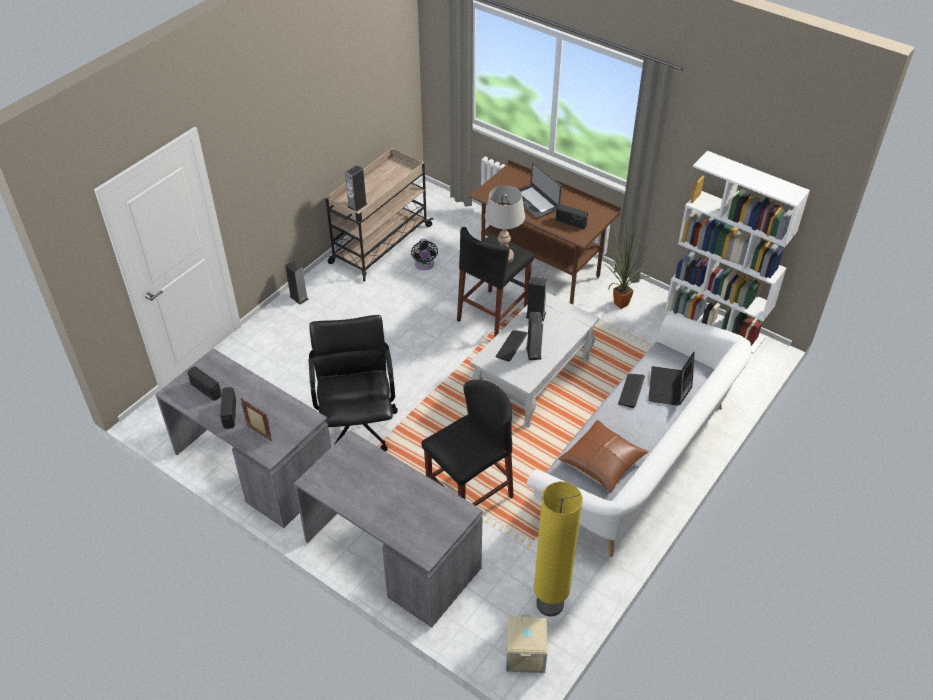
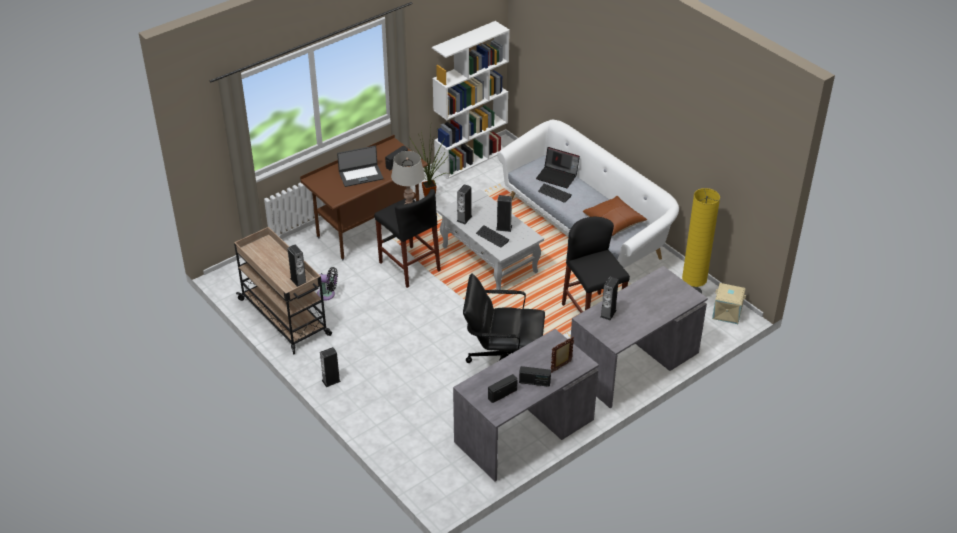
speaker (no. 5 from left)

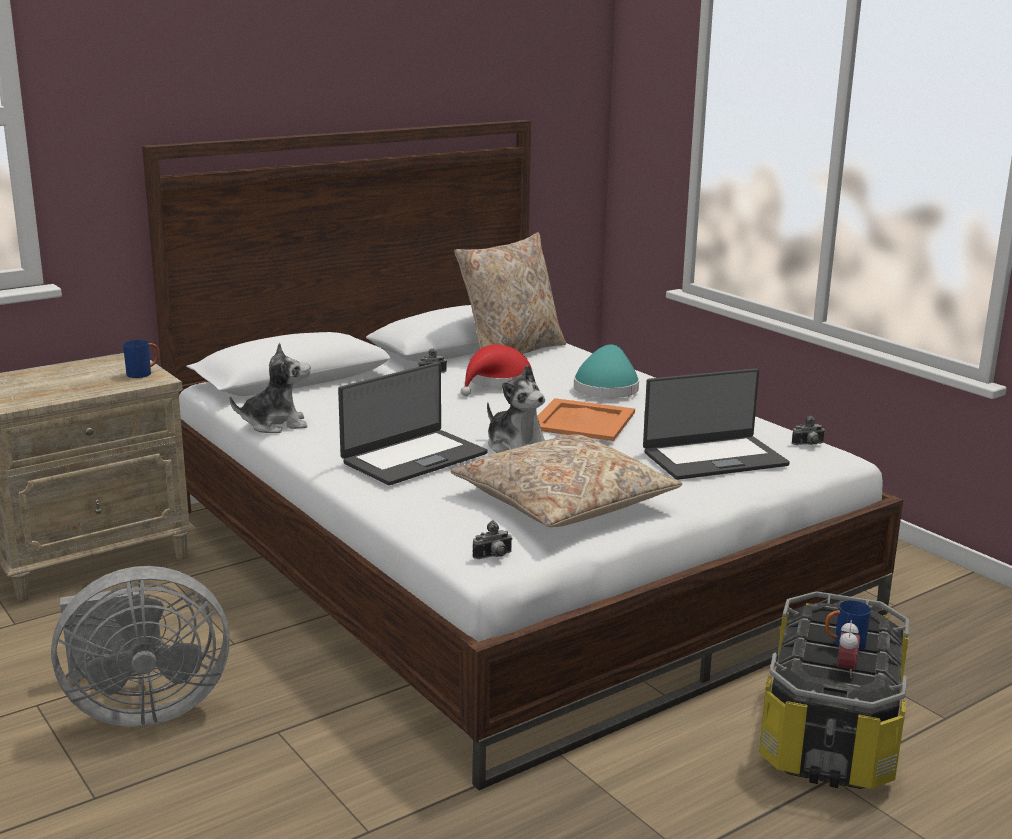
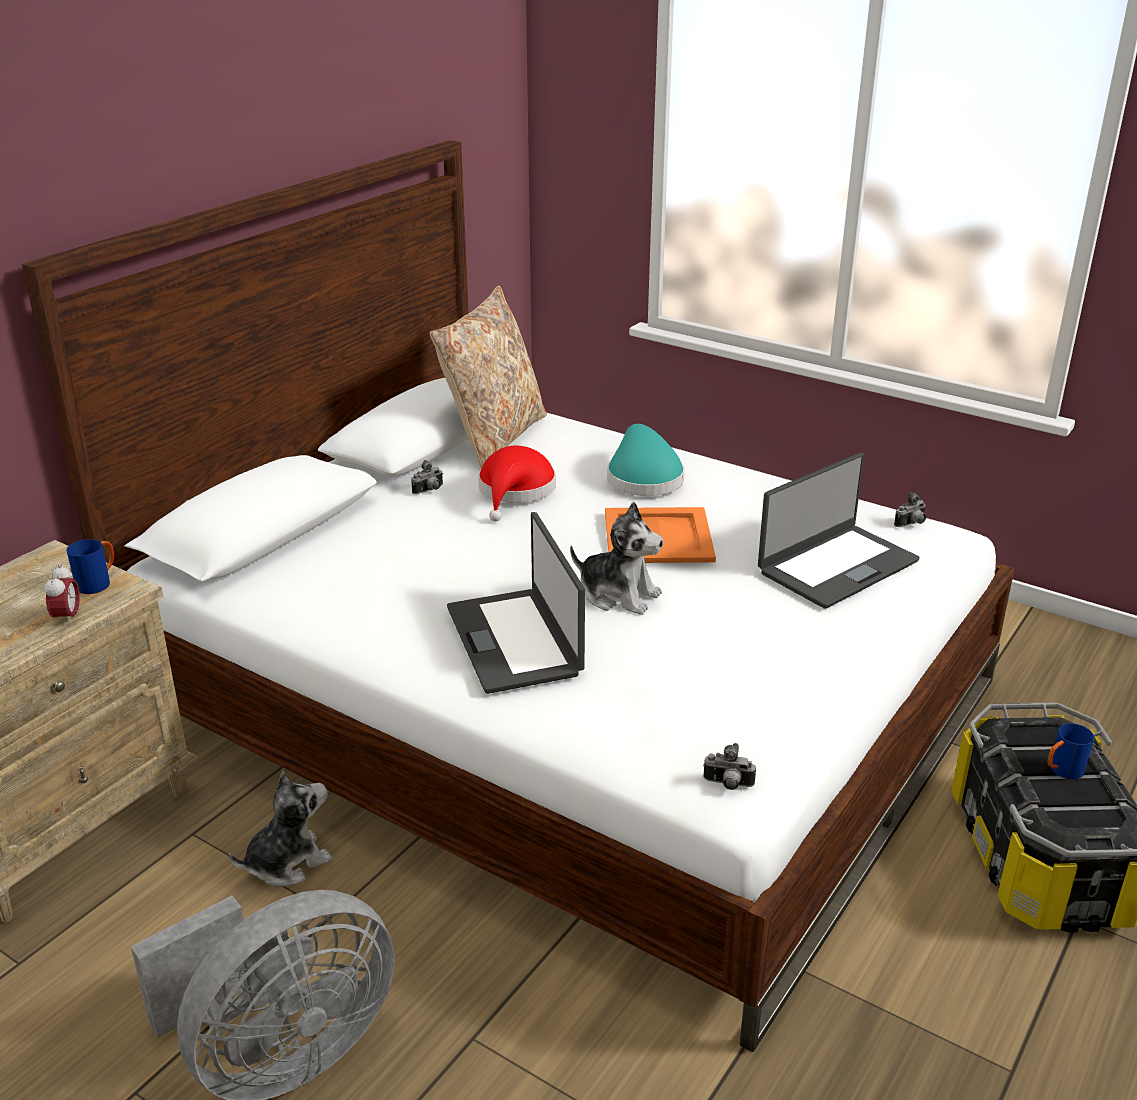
alarm clock; plush toy (no. 1 from left); laptop (no. 1 from left); photo camera (no. 2 from left); pillow in beige (no. 2 from left in the first image)

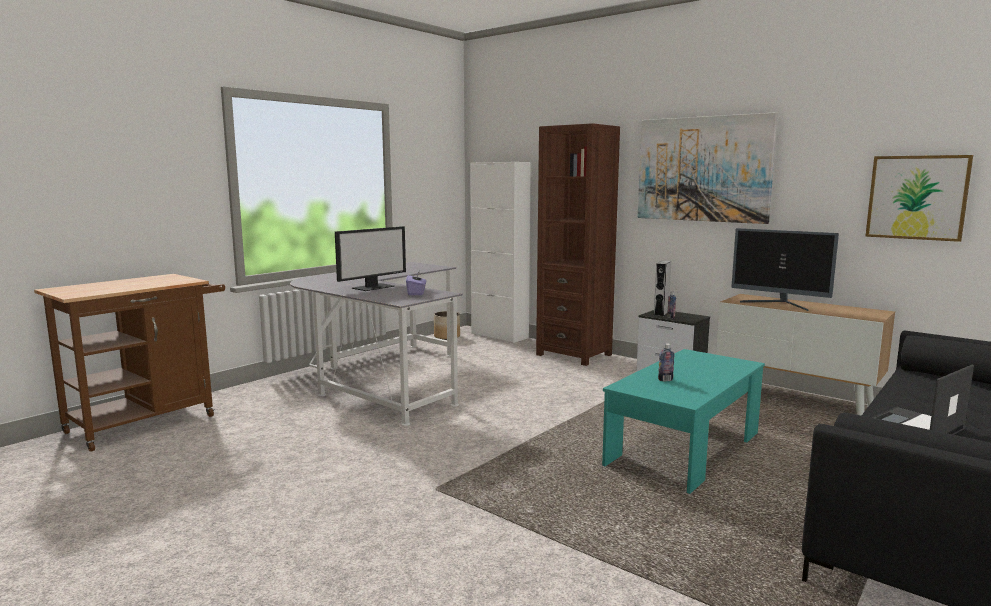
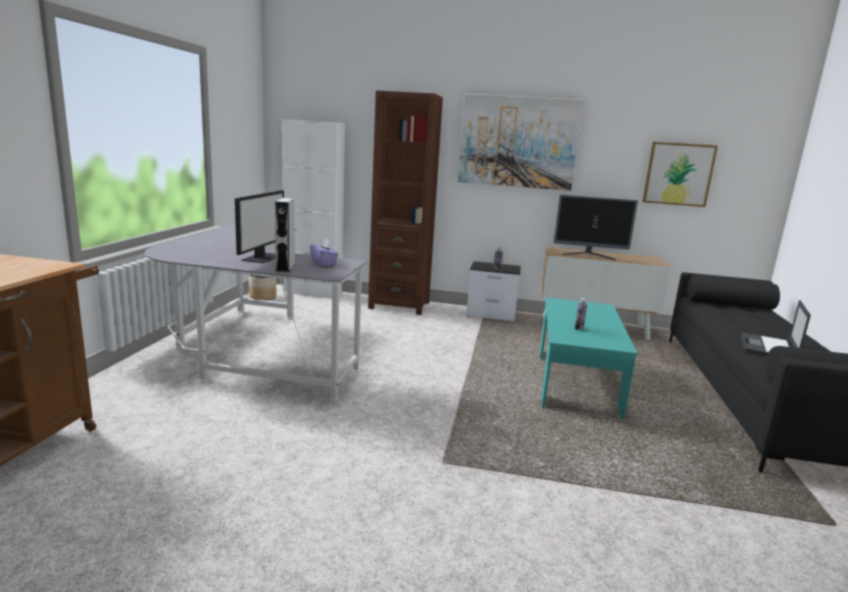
speaker in grey

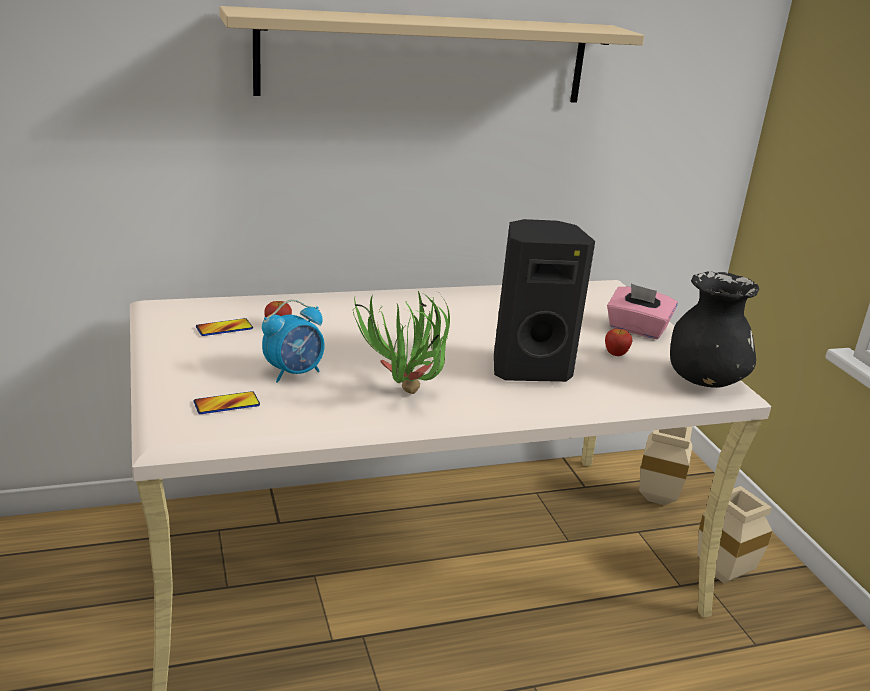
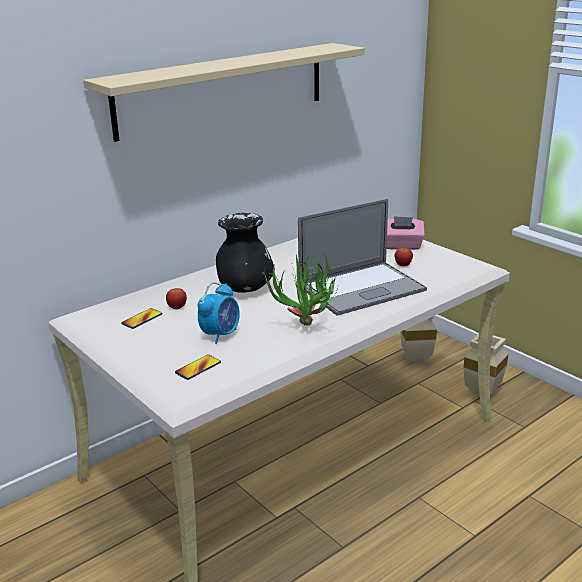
vase in black; laptop

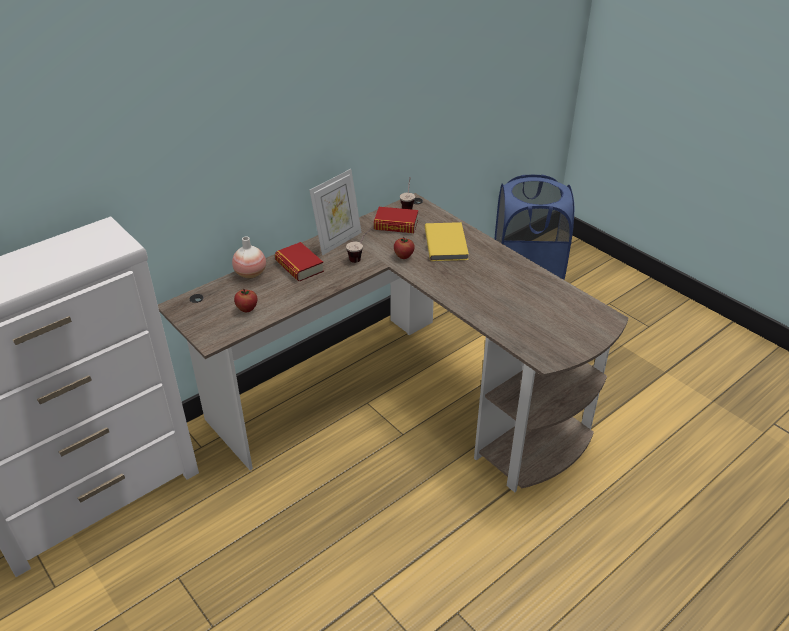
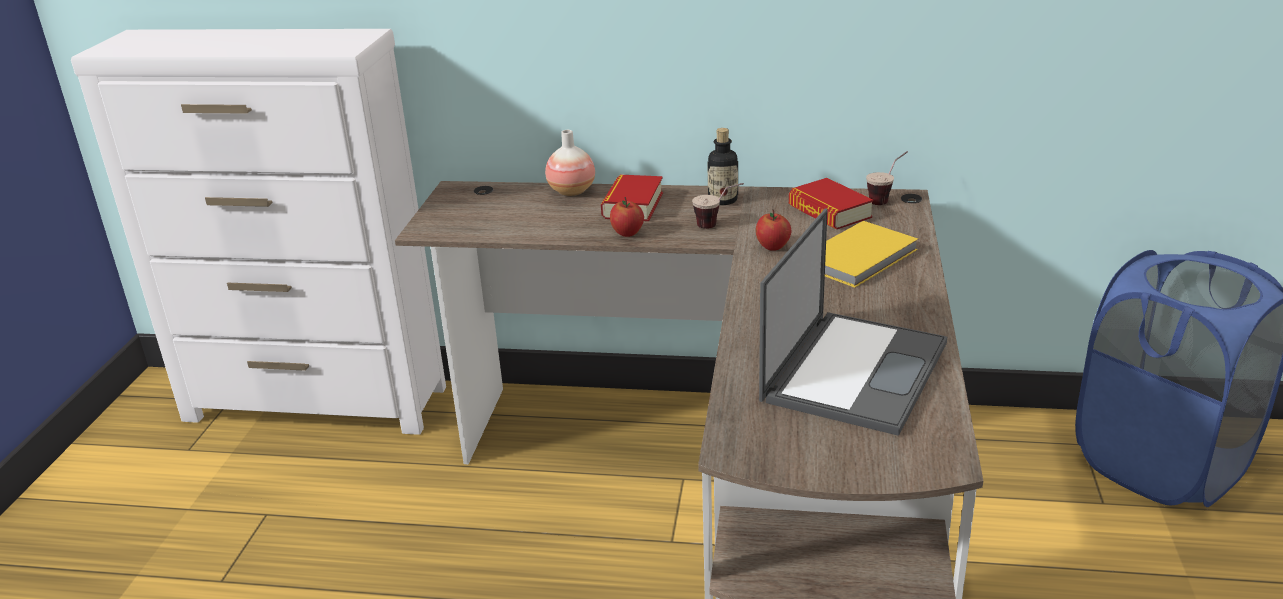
apple (no. 1 from left); bottle; laptop

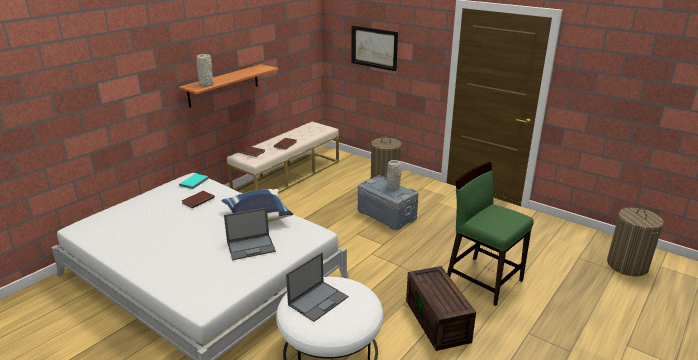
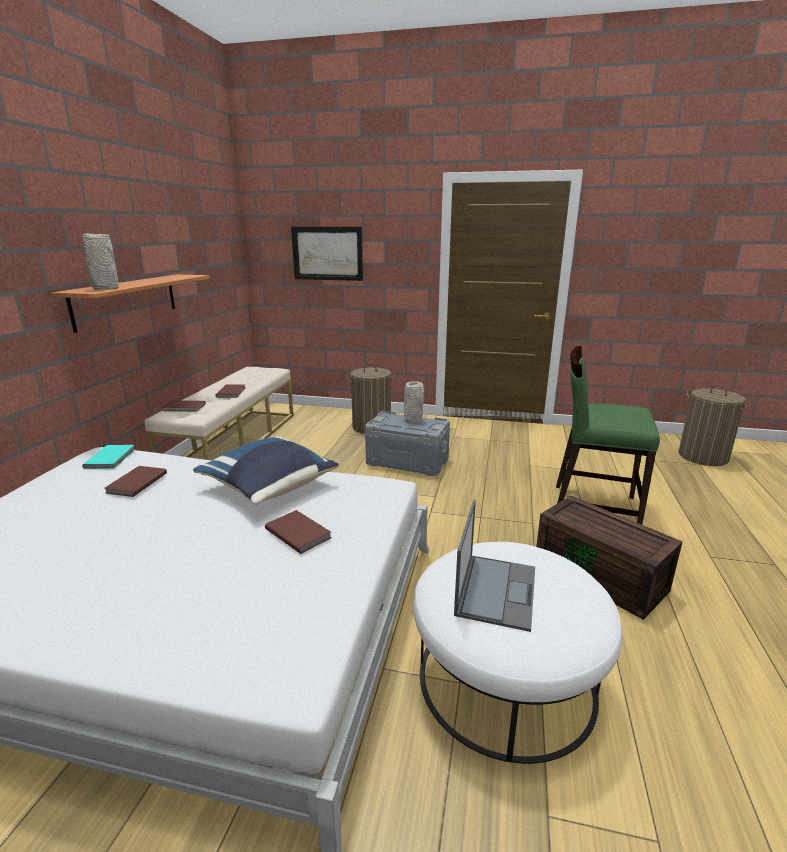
book in brown (no. 4 from left)

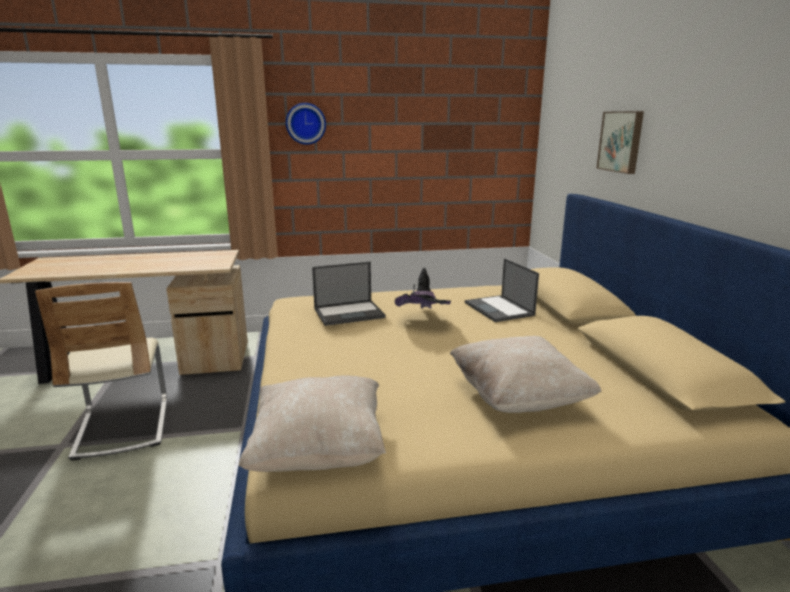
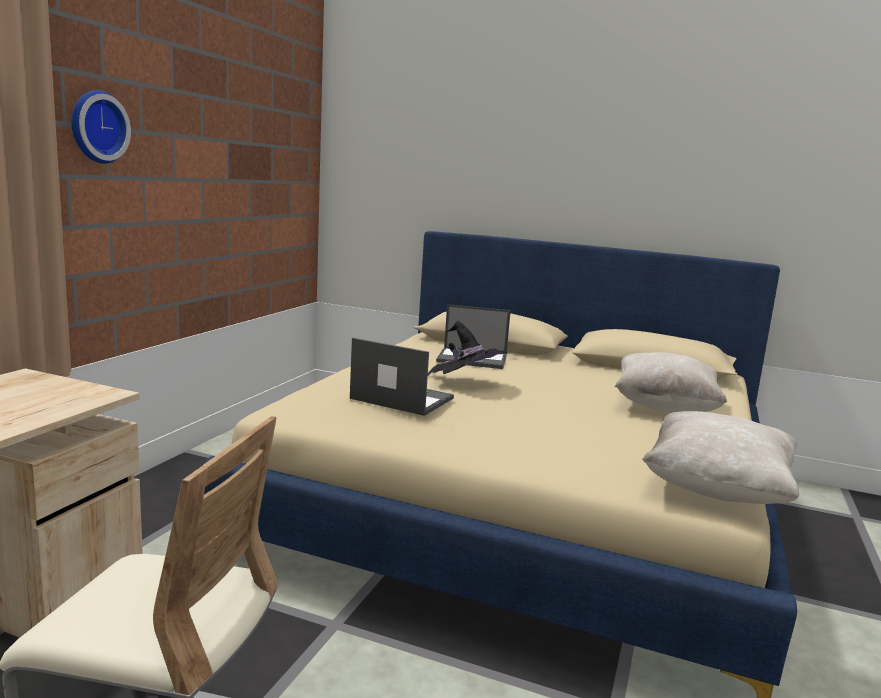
laptop (no. 1 from left); picture

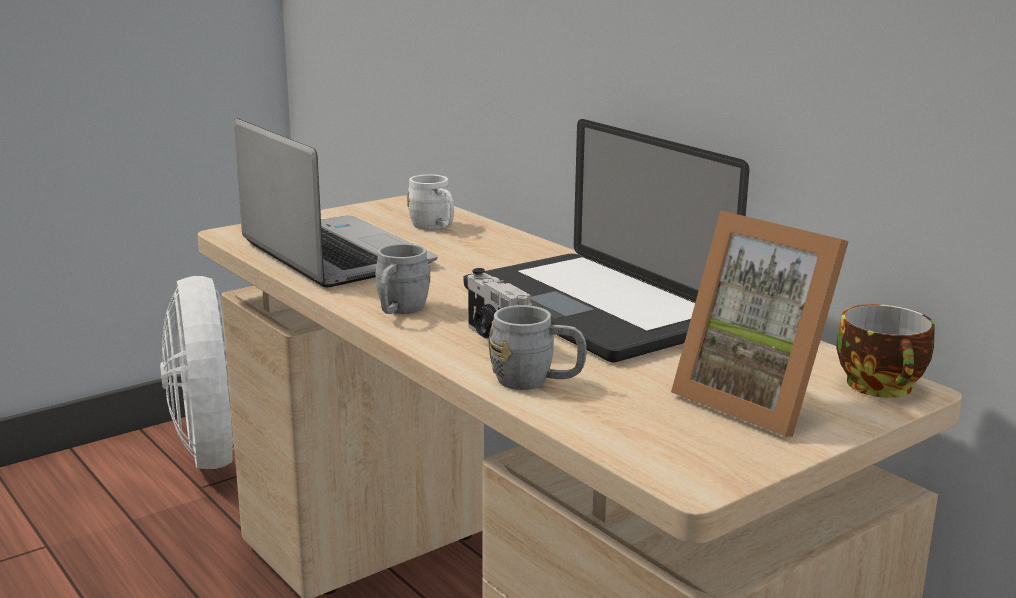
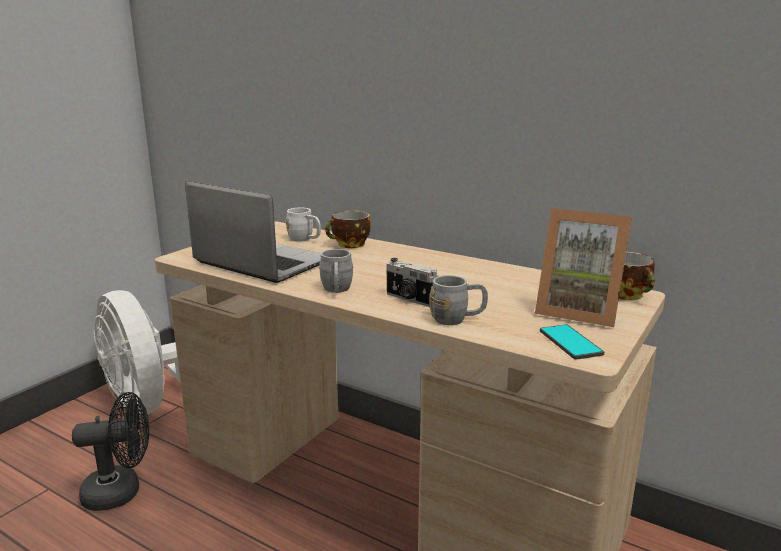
fan in black; cup (no. 1 from left); phone; laptop (no. 2 from left in the first image)

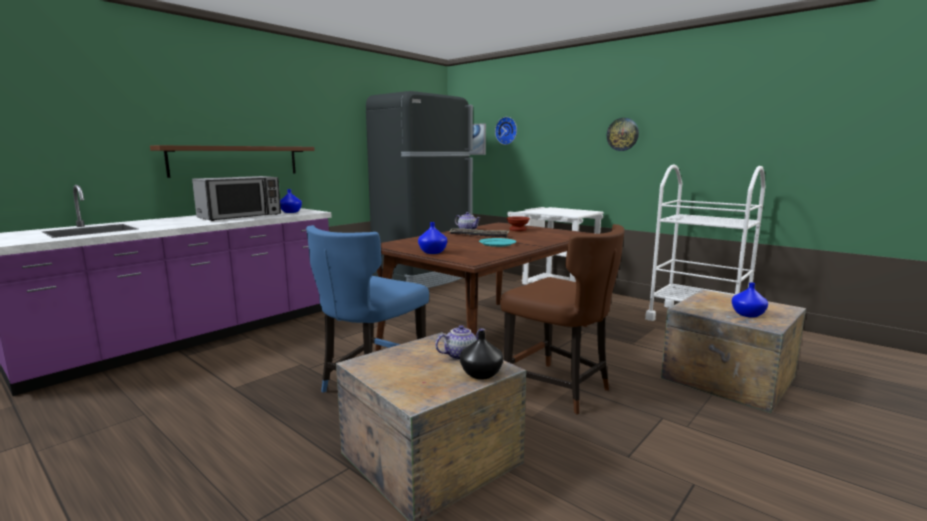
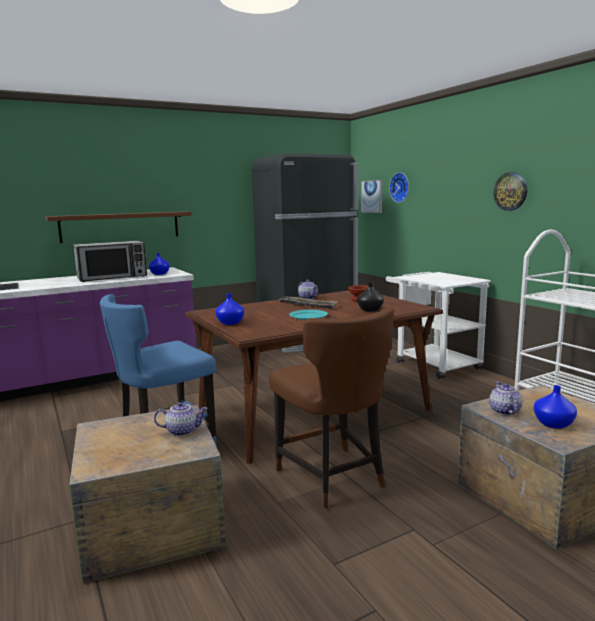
vase in black; teapot (no. 3 from left)

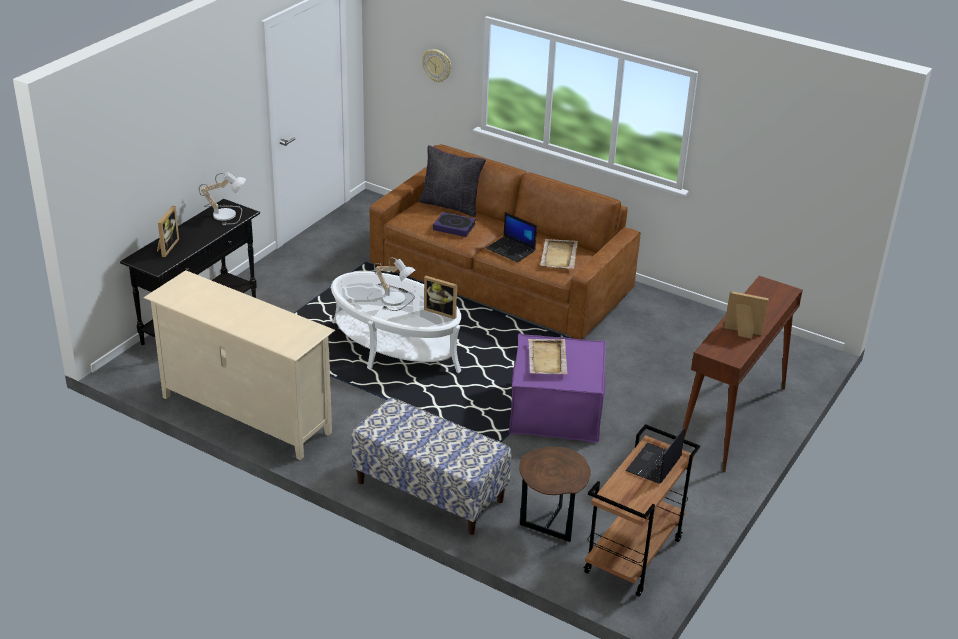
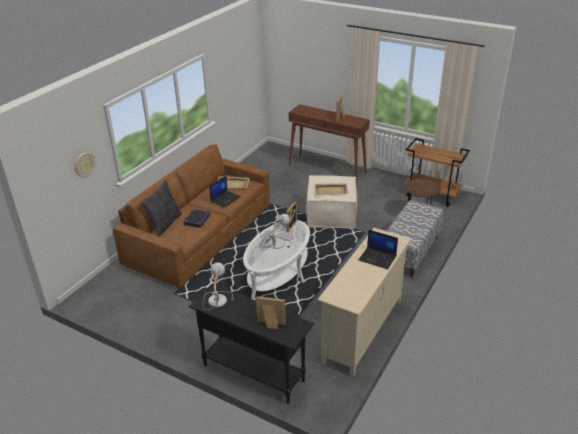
ottoman in beige; laptop (no. 2 from left)

